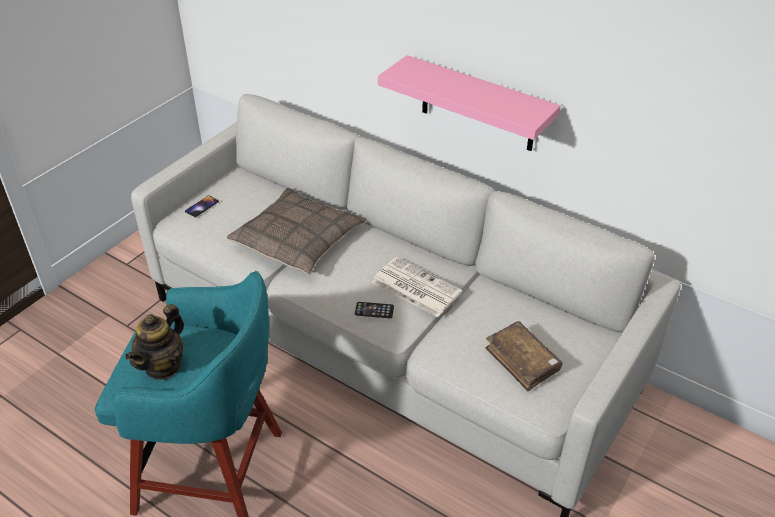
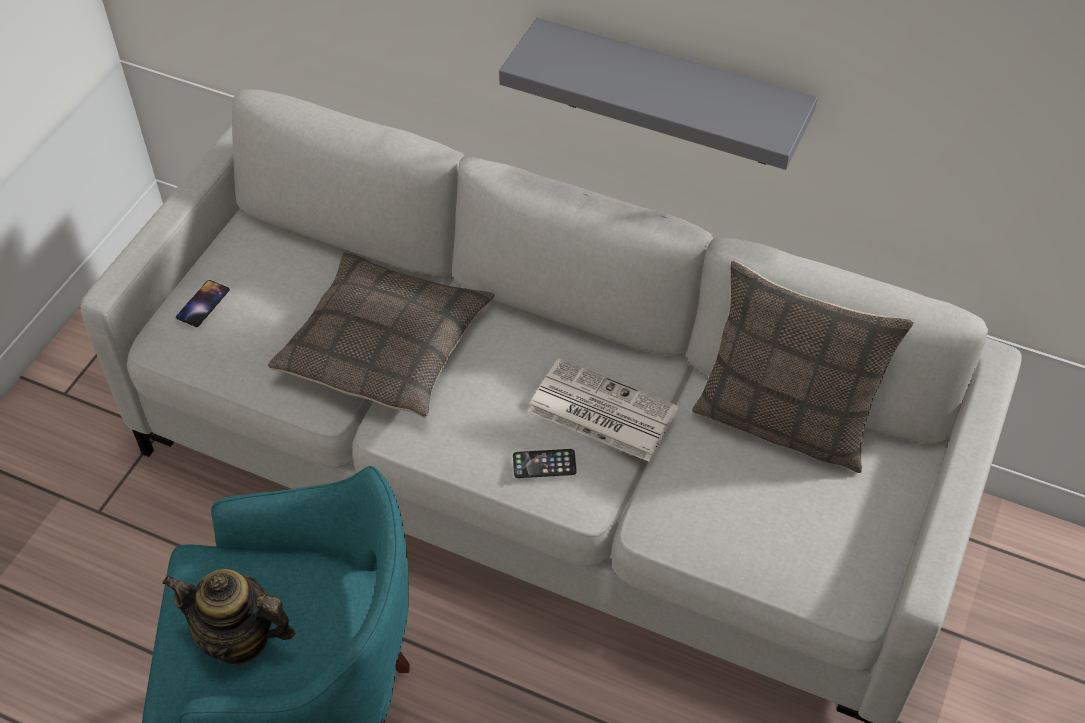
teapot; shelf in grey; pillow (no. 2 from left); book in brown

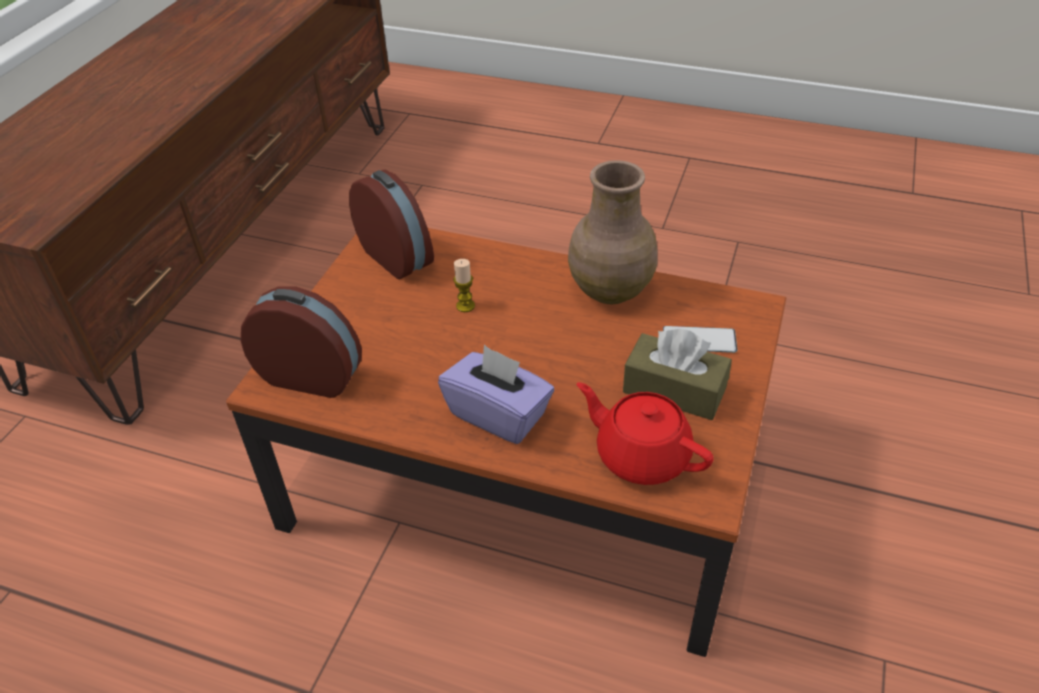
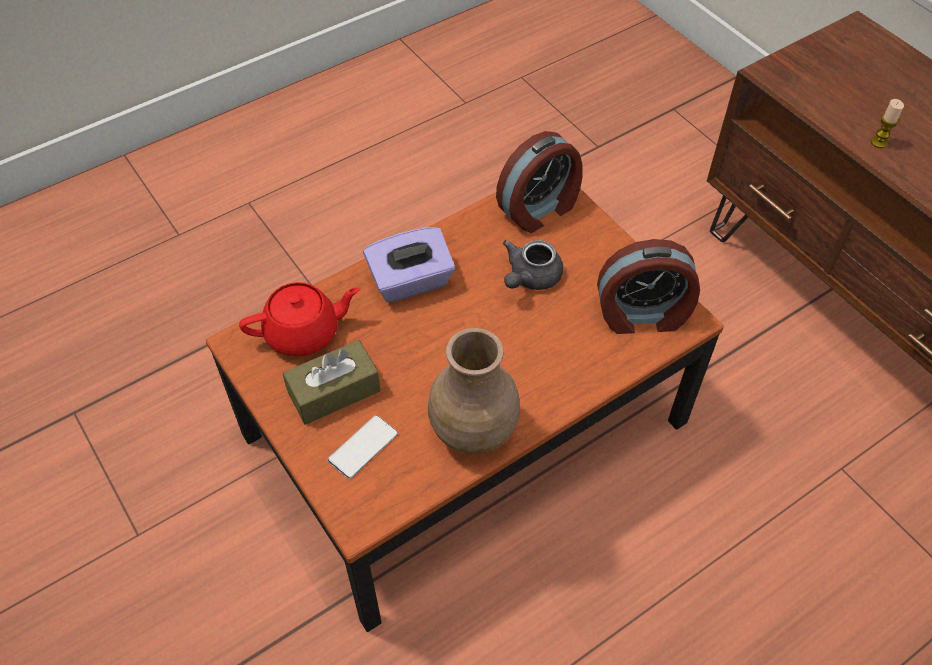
teapot in grey; candle

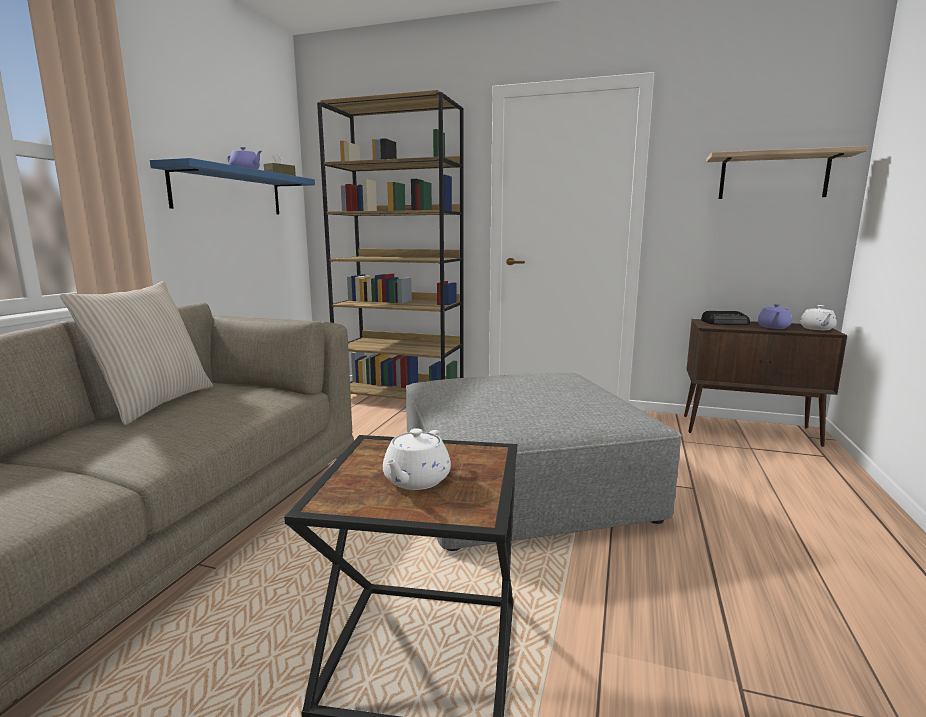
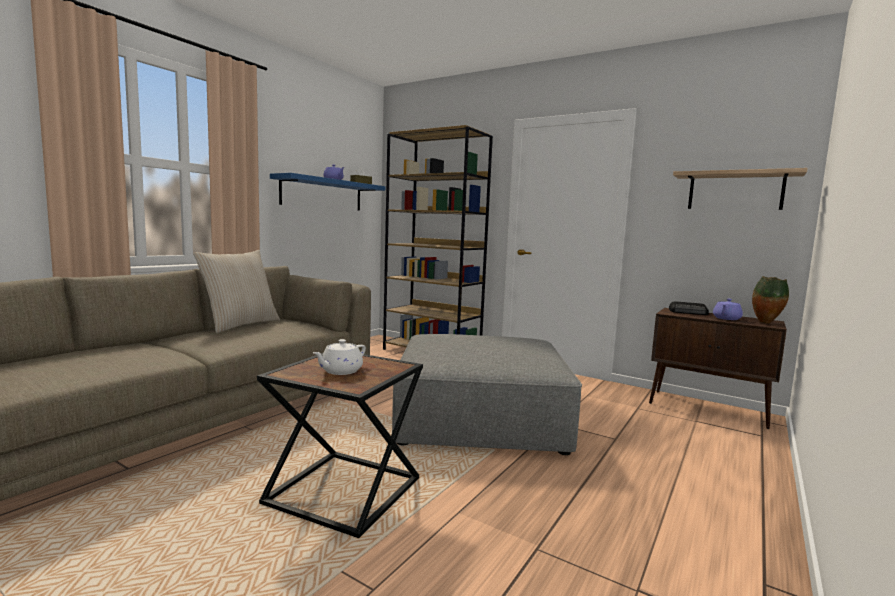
vase

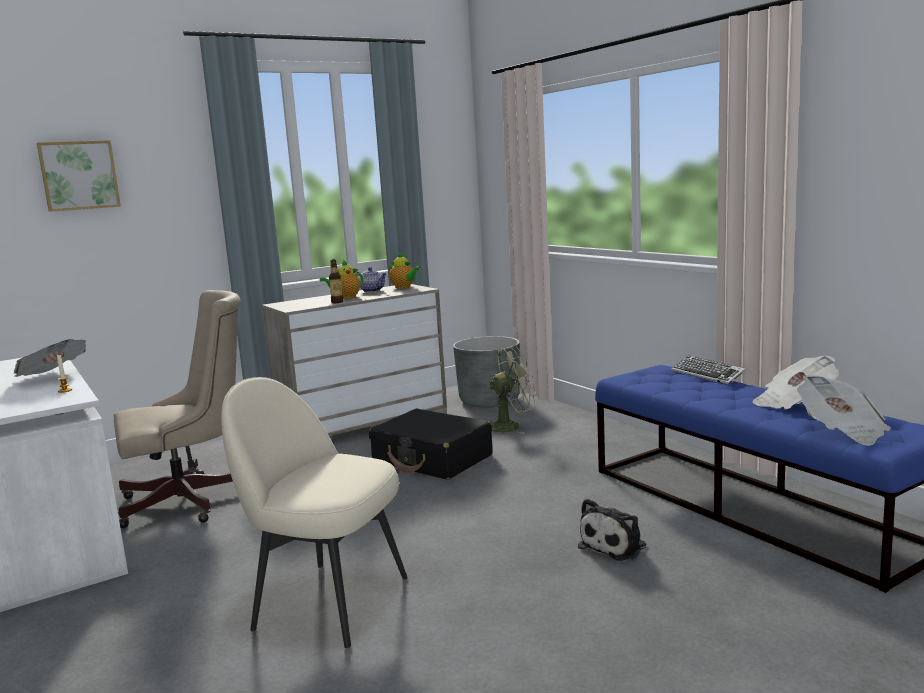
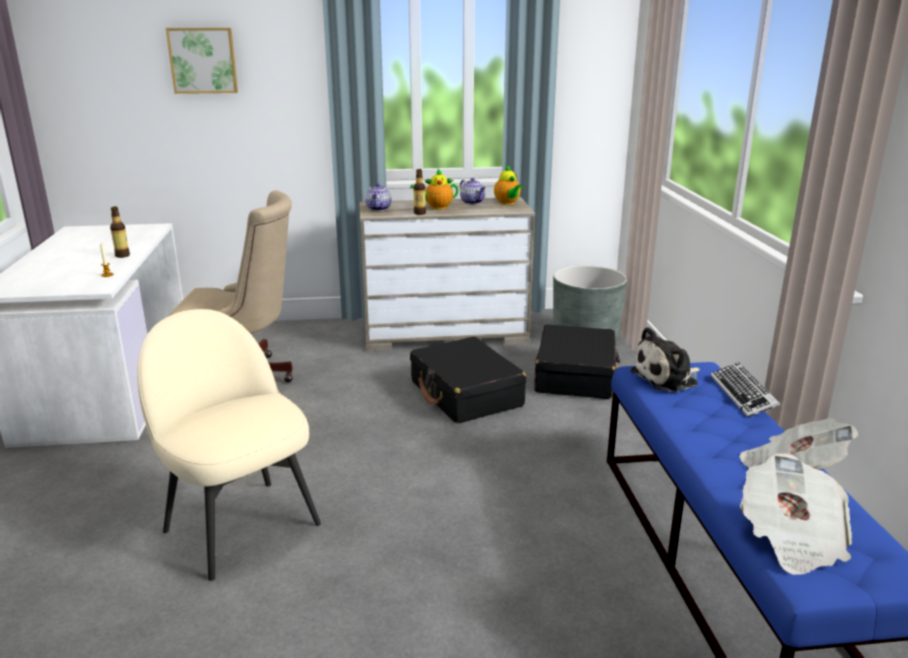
bottle (no. 1 from left); teapot (no. 1 from left); suitcase in black (no. 2 from left); plush toy

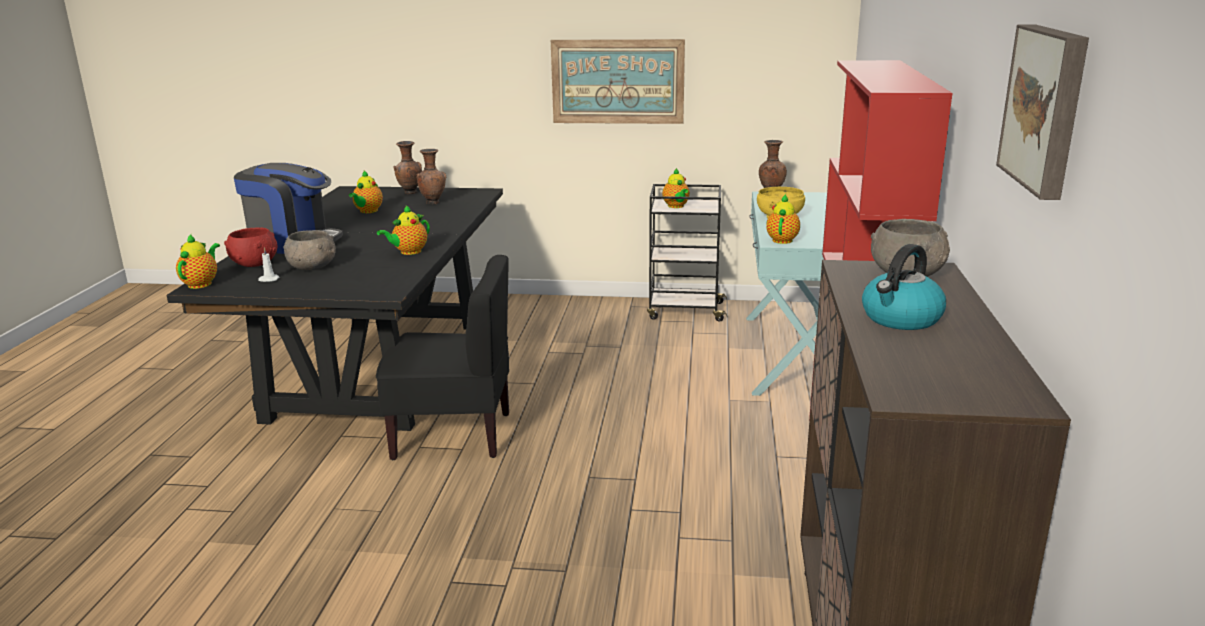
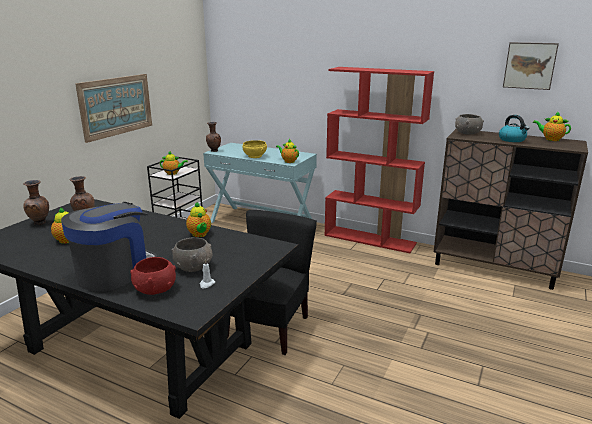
teapot (no. 5 from left)

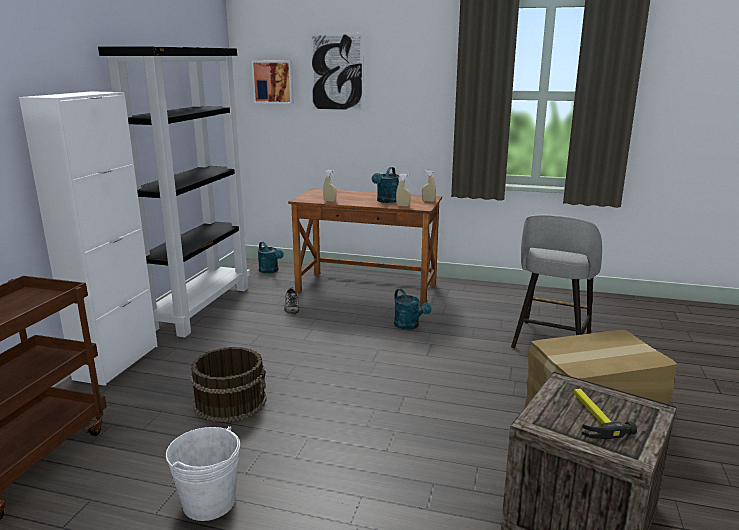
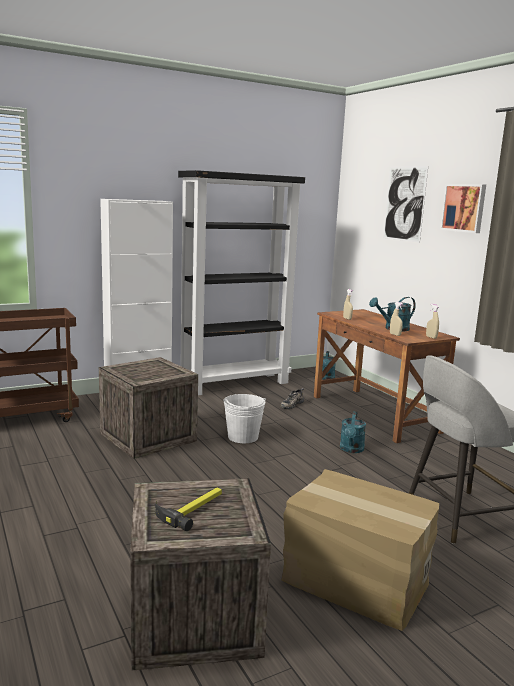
crate (no. 1 from left); bucket in white; picture (no. 2 from left)

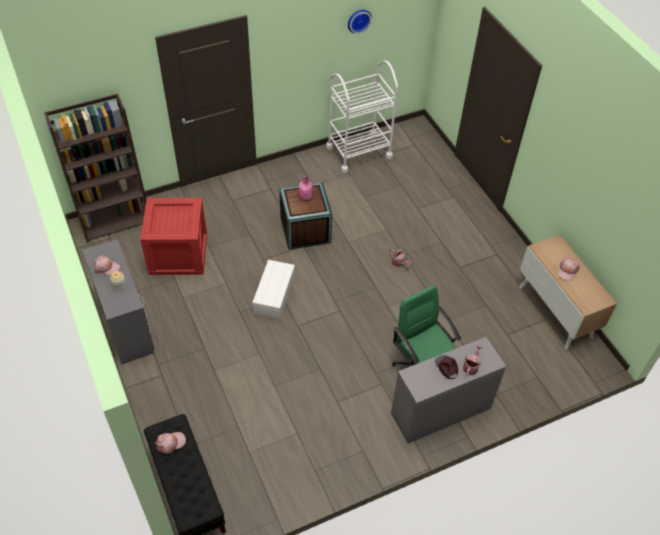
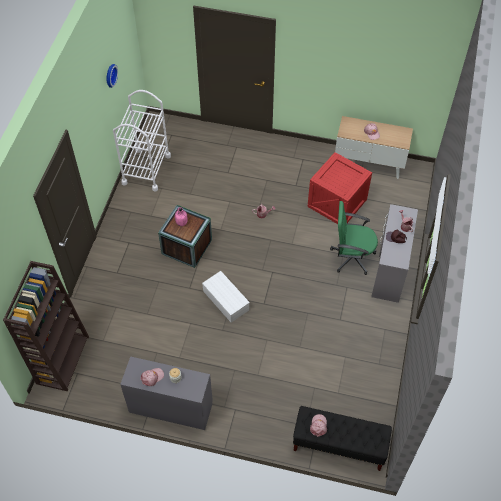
crate (no. 2 from left)

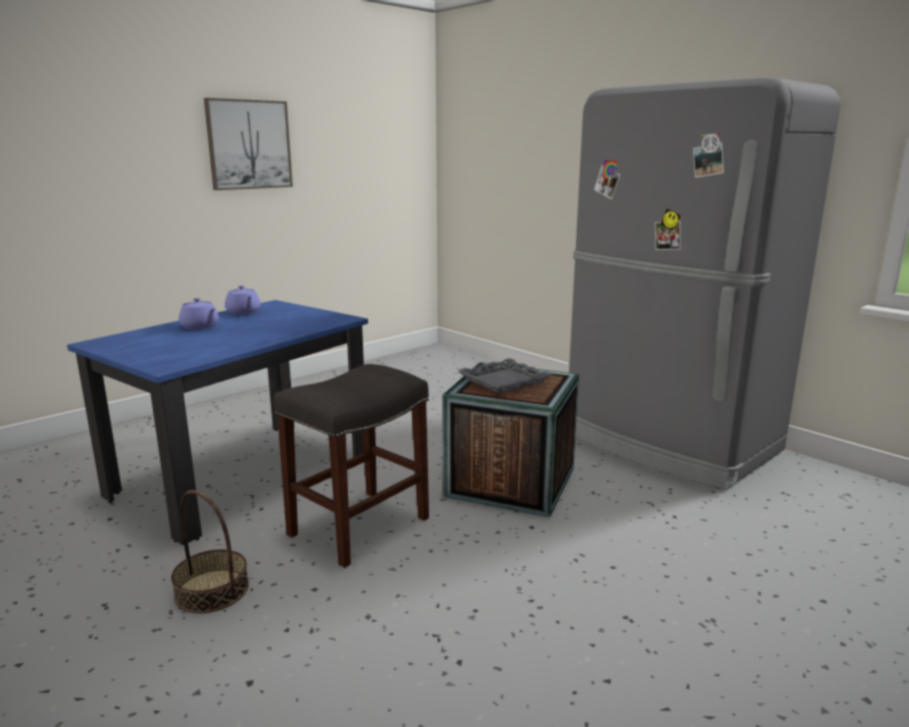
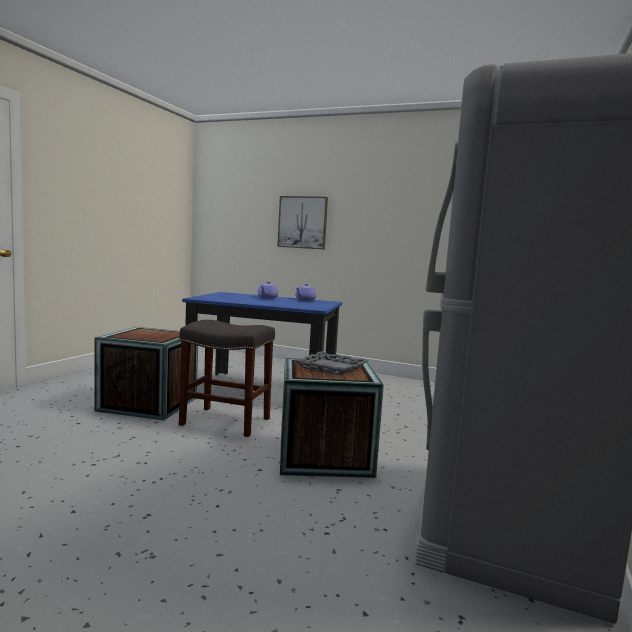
crate (no. 1 from left); picture

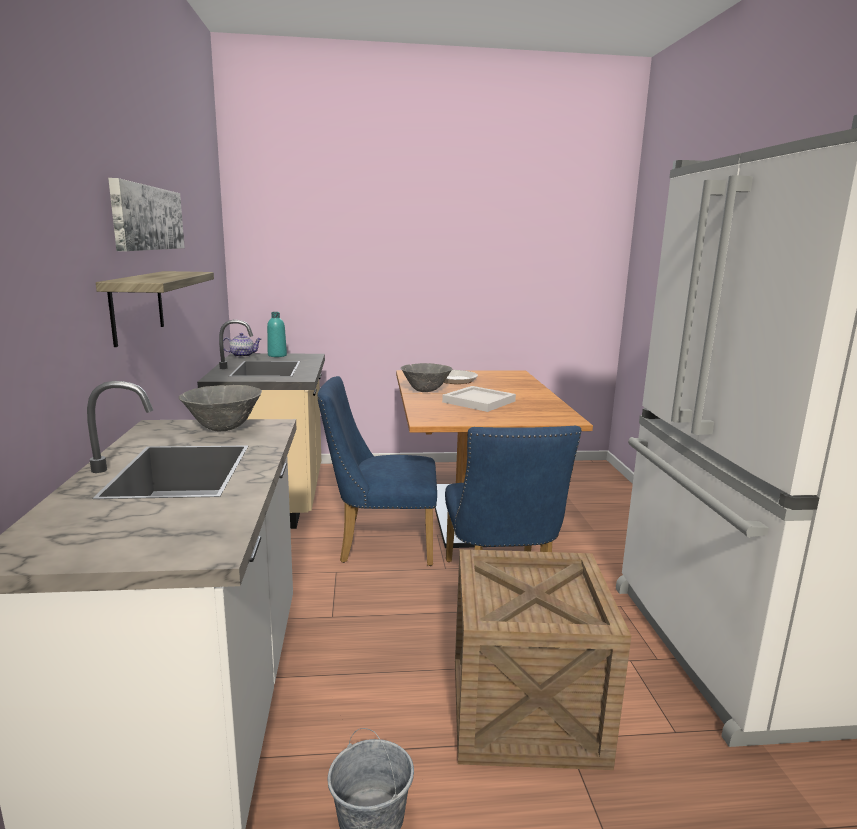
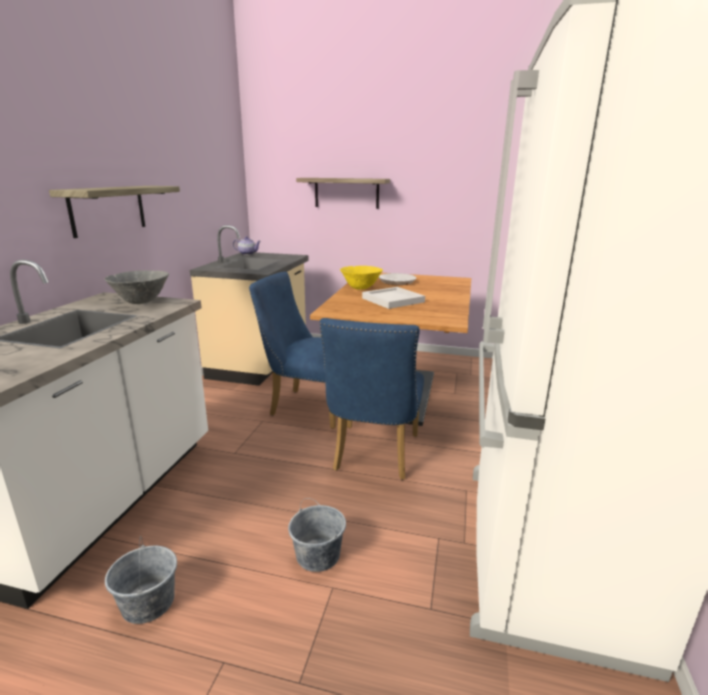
bucket in grey (no. 2 from left); shelf (no. 2 from left); bowl in yellow; picture; bottle in turquoise

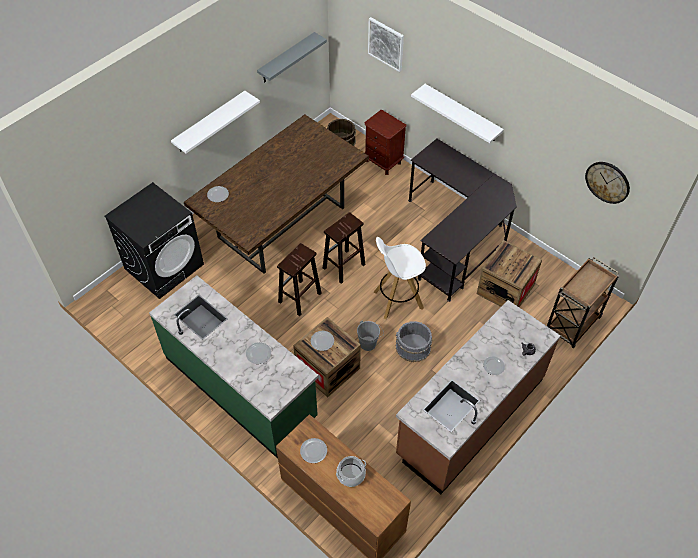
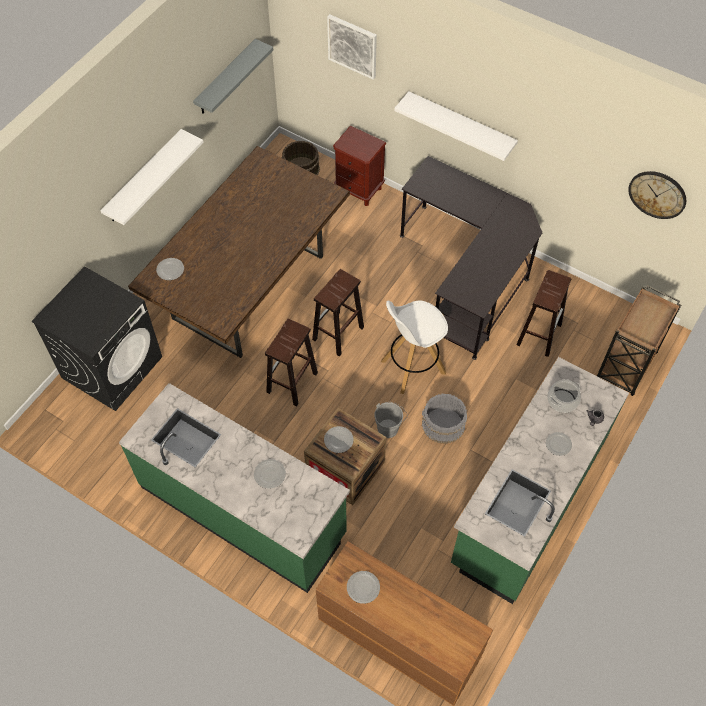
counter in green (no. 2 from left); stool in brown (no. 3 from left); cooking pot

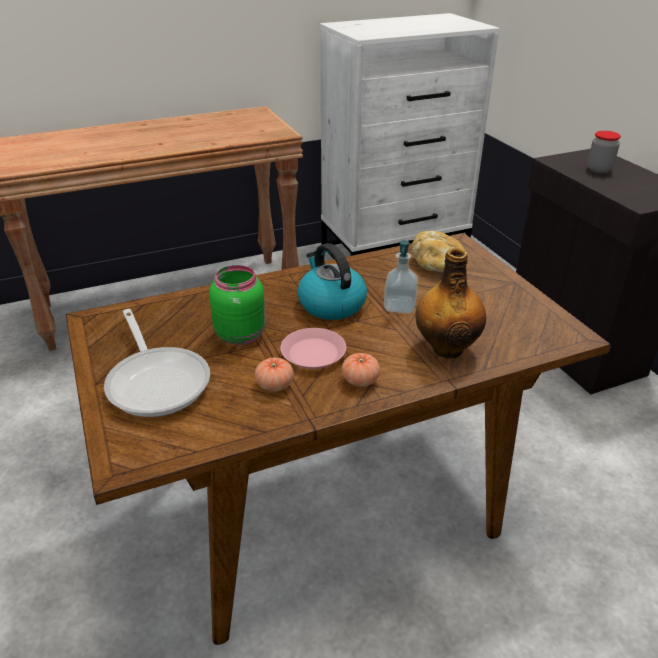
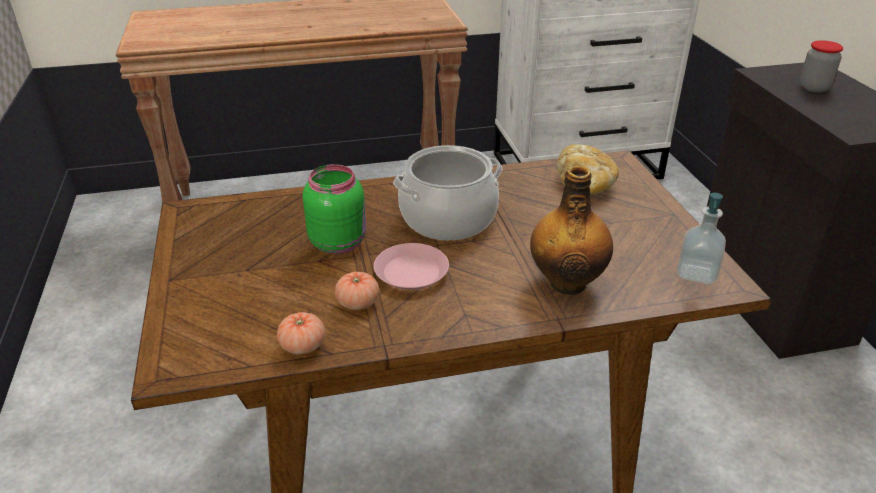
tomato (no. 1 from left); cooking pot; soap dispenser; frying pan

